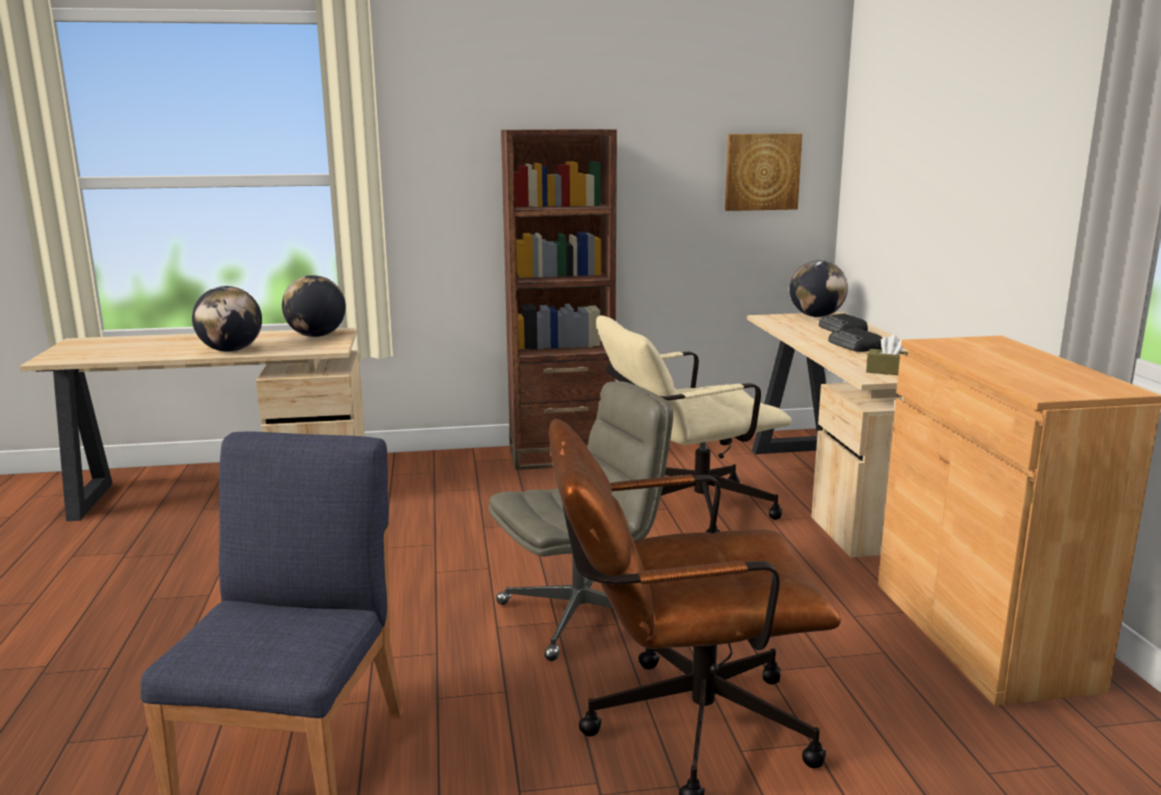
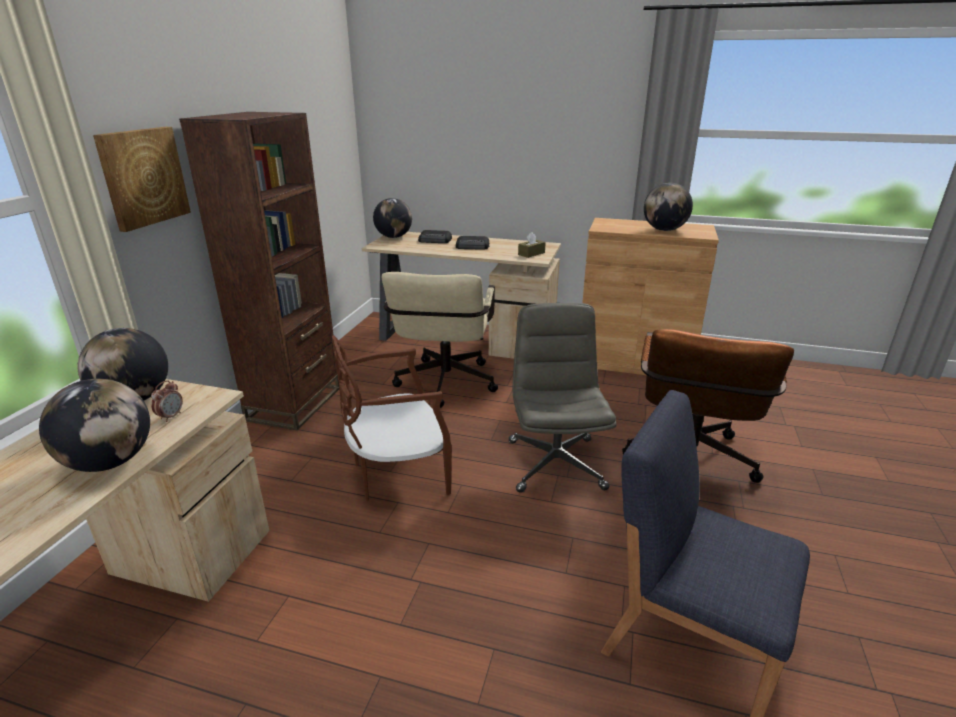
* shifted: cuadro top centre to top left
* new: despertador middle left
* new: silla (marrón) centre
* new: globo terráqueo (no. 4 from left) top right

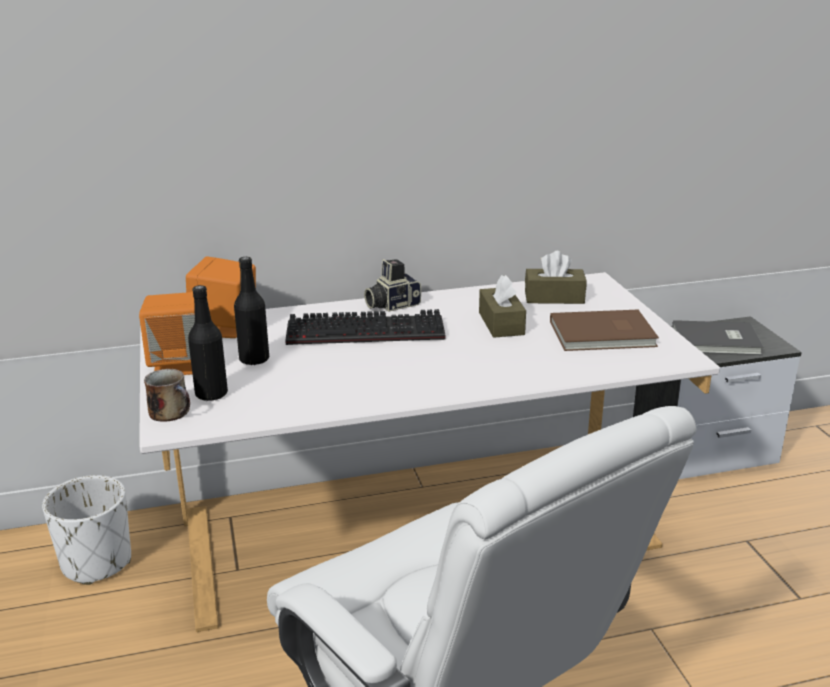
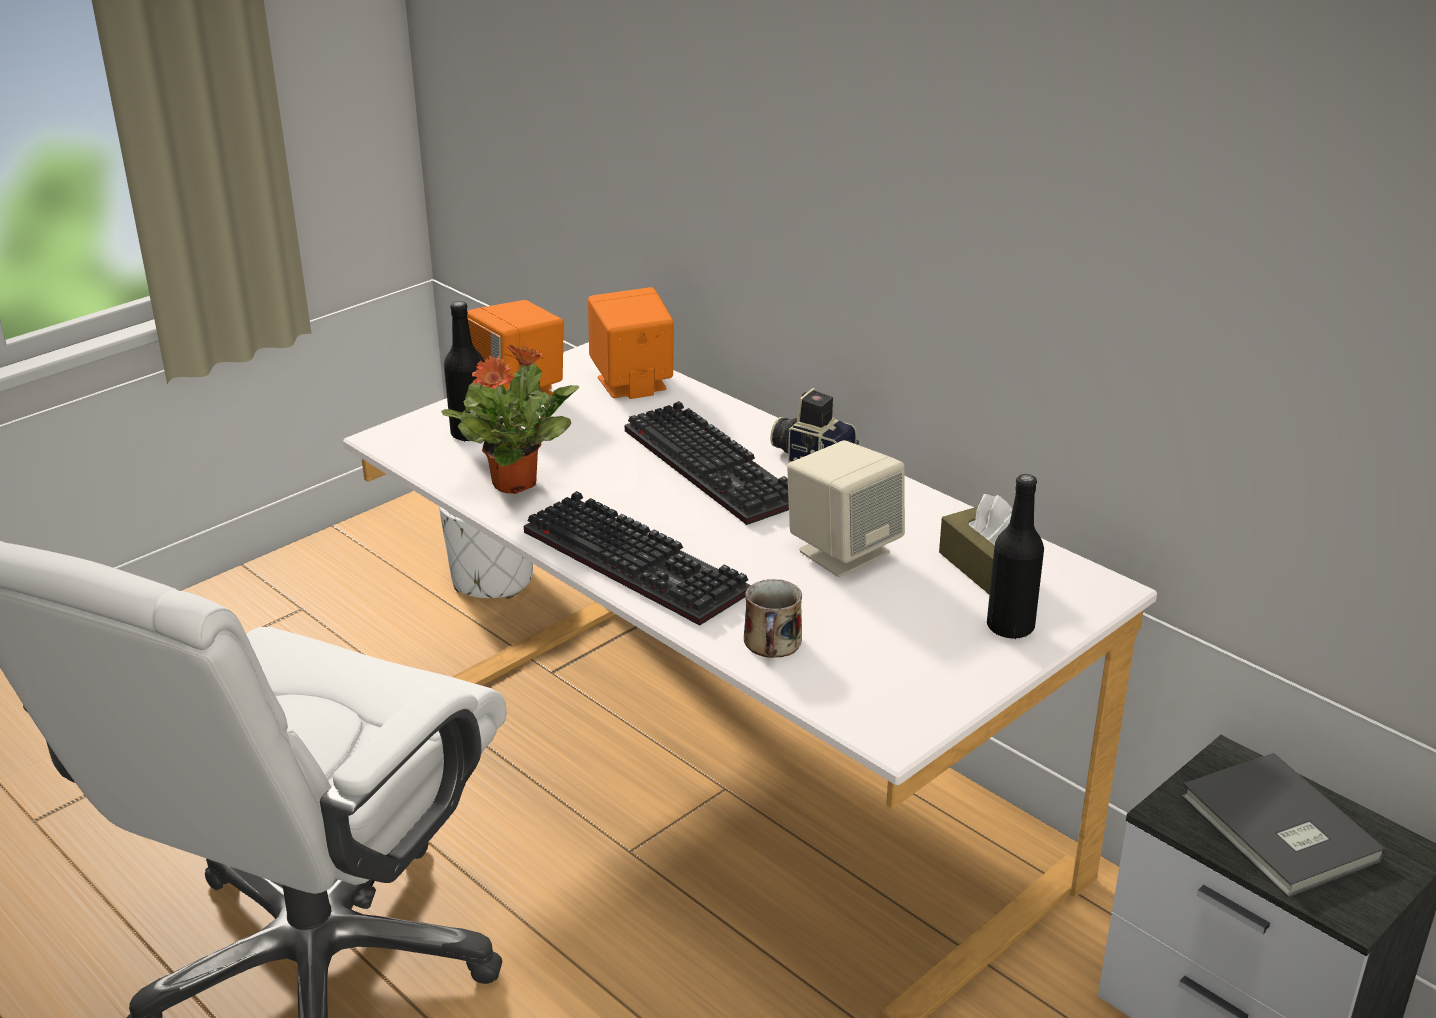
* new: planta en maceta centre
* new: teclado (no. 1 from left) centre
* shifted: taza grande middle left to centre
* swapped: caja de pañuelos (marrón) (no. 1 from left) centre to altavoz (beis) centre
* shifted: botella (negro) (no. 2 from left) middle left to middle right
* gone: libro (marrón) middle right

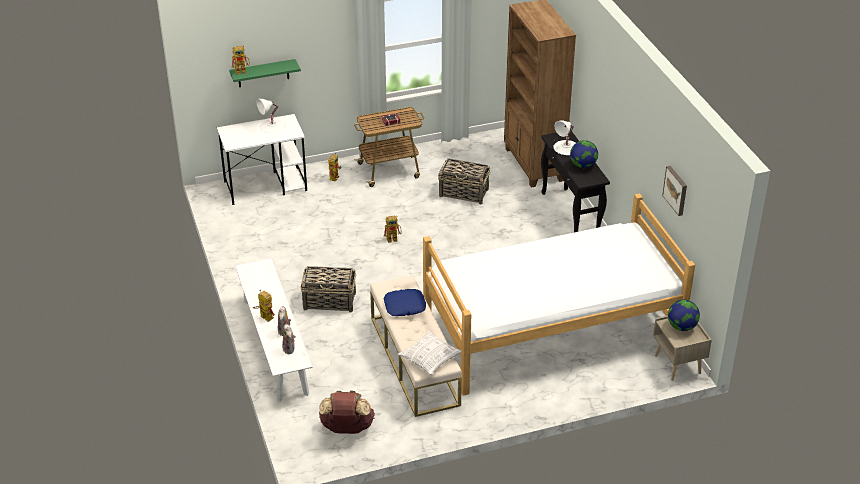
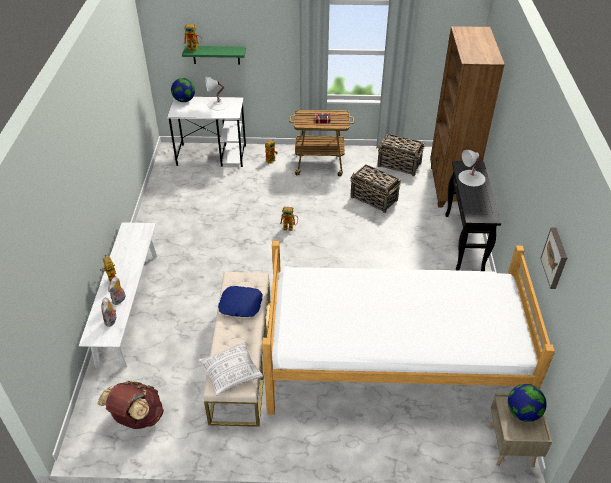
* shifted: globo terráqueo (no. 1 from left) top right to top left
* shifted: cesta (no. 1 from left in the first image) centre to cesta (no. 2 from left) top centre

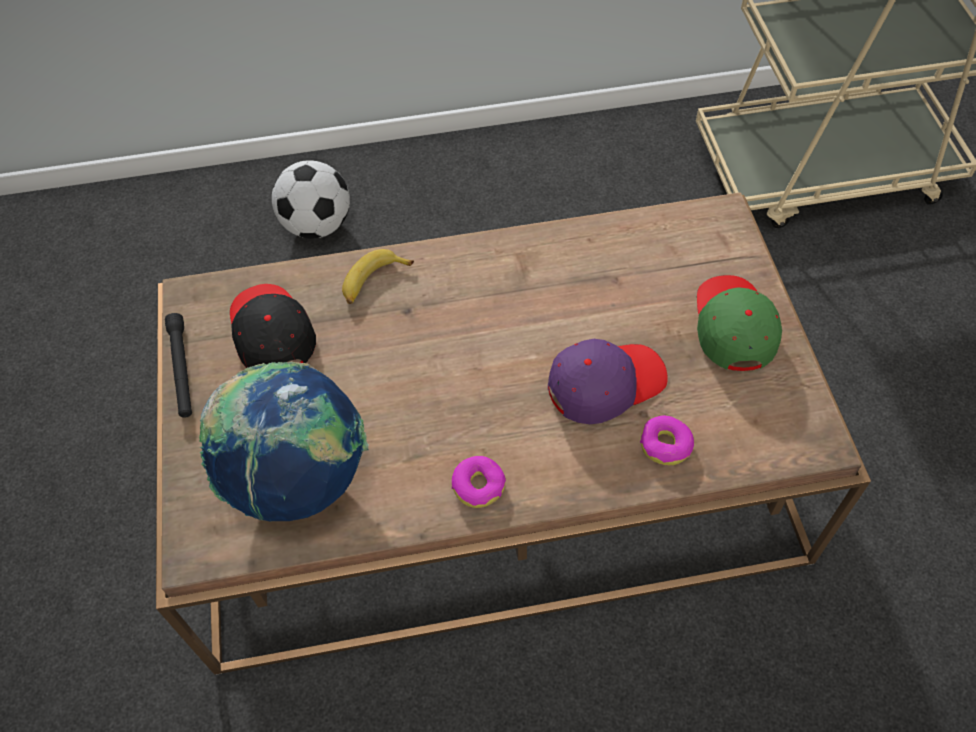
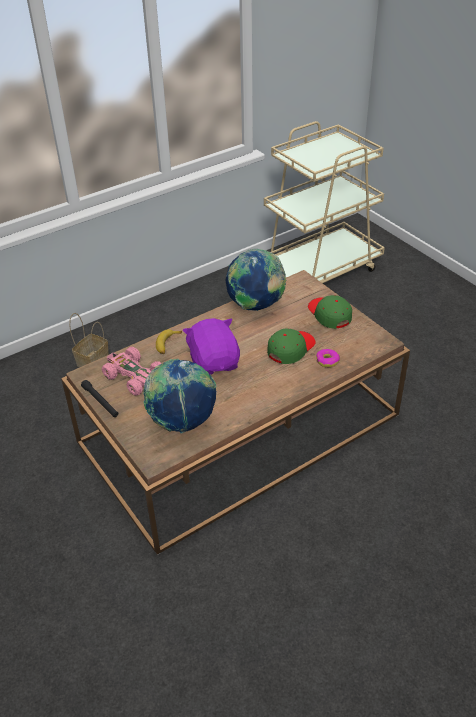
* swapped: balón de fútbol top left to cesta middle left
* swapped: gorra (negro) middle left to coche de juguete (rosa) middle left
* new: peluche (morado) centre
* new: globo terráqueo (no. 2 from left) centre
* repainted: gorra (morado) centre to gorra (verde) (no. 1 from left) centre
* gone: rosquilla (no. 1 from left) centre

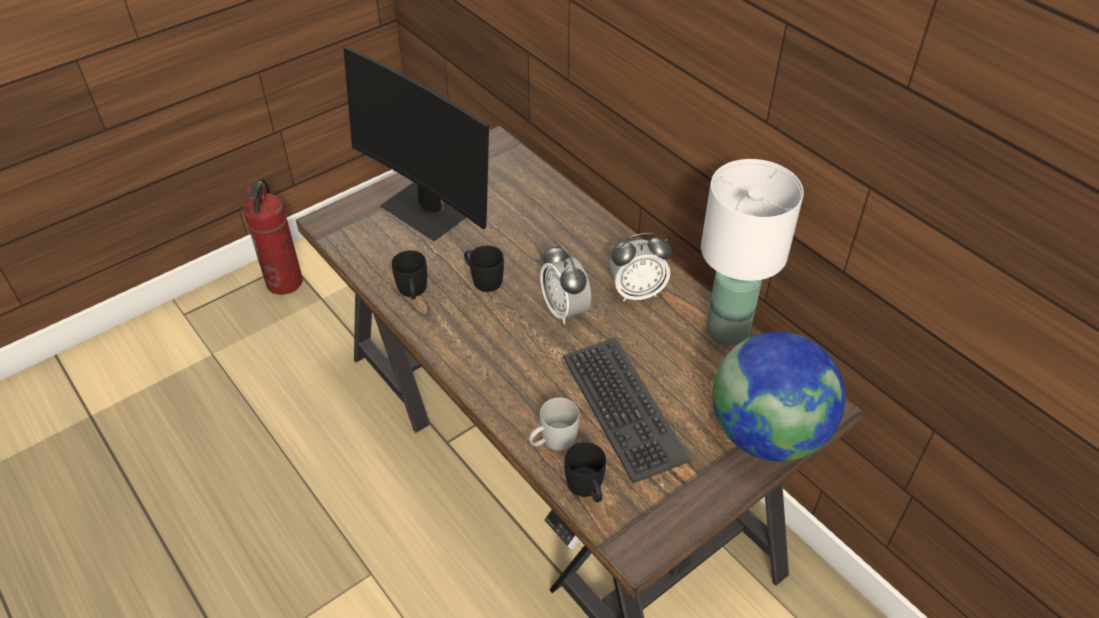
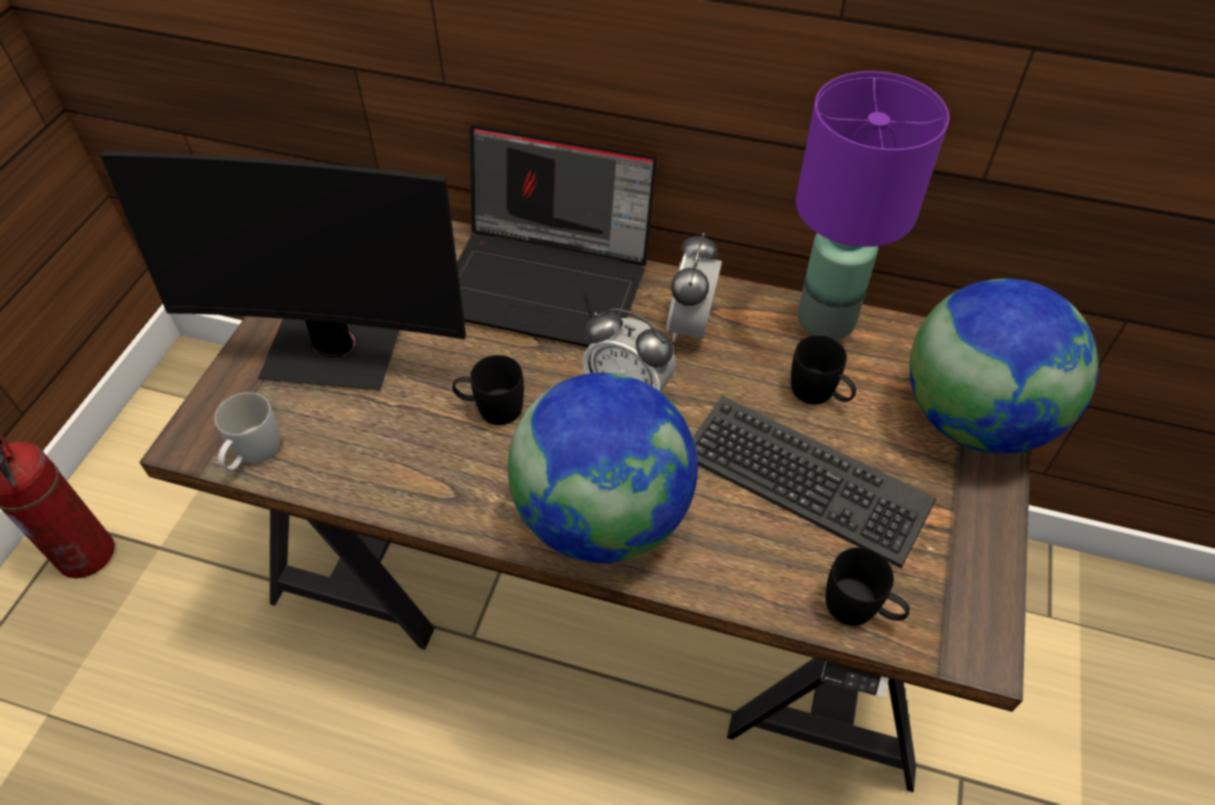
* shifted: taza grande (blanco) bottom centre to middle left
* new: portátil top centre
* new: globo terráqueo (no. 1 from left) centre
* rotated: despertador (no. 2 from left) centre = centre 150 degrees clockwise
* shifted: taza grande (negro) (no. 1 from left in the first image) centre to taza grande (negro) (no. 2 from left) middle right
* repainted: lámpara de mesa (blanco) middle right to lámpara de mesa (morado) top right

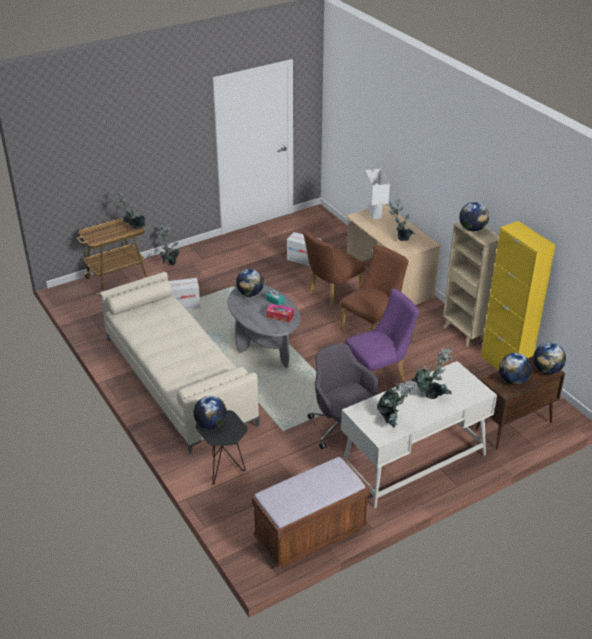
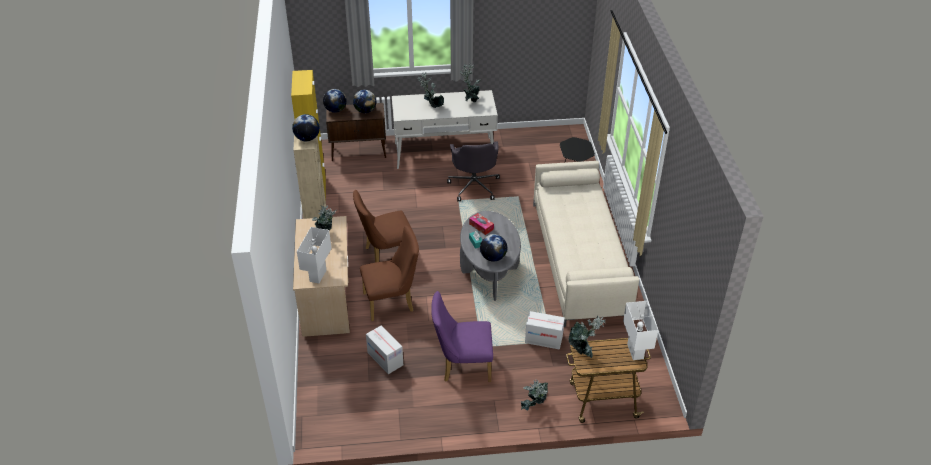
* shifted: silla (morado) centre to bottom centre
* new: lámpara de mesa (blanco) (no. 2 from left) bottom right
* gone: globo terráqueo (no. 1 from left) centre
* gone: banco (marrón) bottom centre

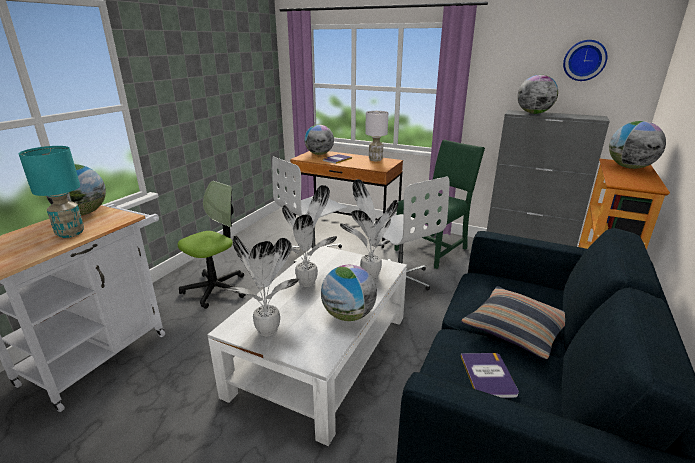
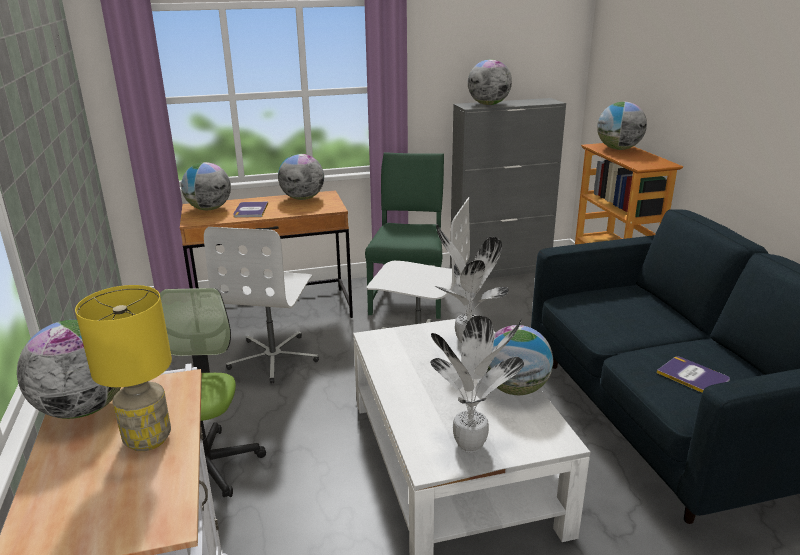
* repainted: lámpara de mesa (turquesa) middle left to lámpara de mesa (amarillo) middle left
* swapped: lámpara de mesa (blanco) top centre to globo terráqueo (no. 3 from left) top centre
* gone: planta en maceta (no. 2 from left) centre
* gone: cojín bottom right
* gone: reloj de pared top right

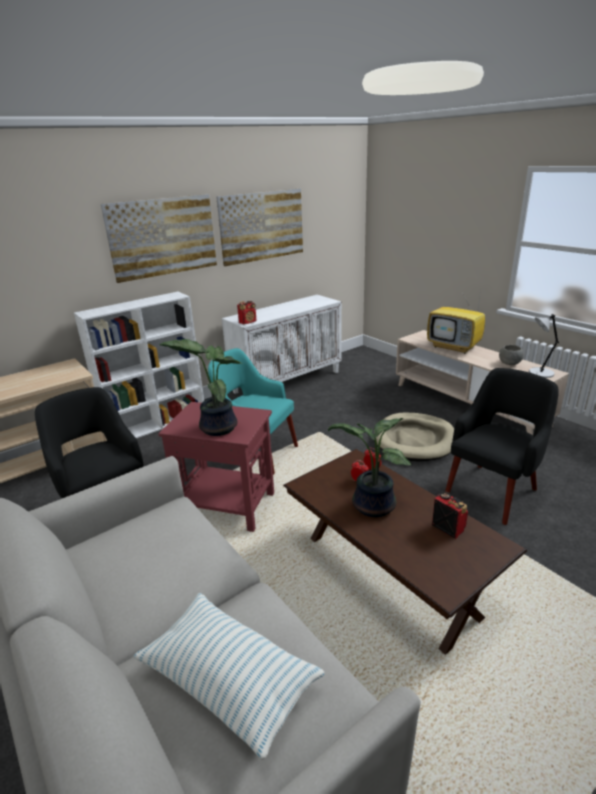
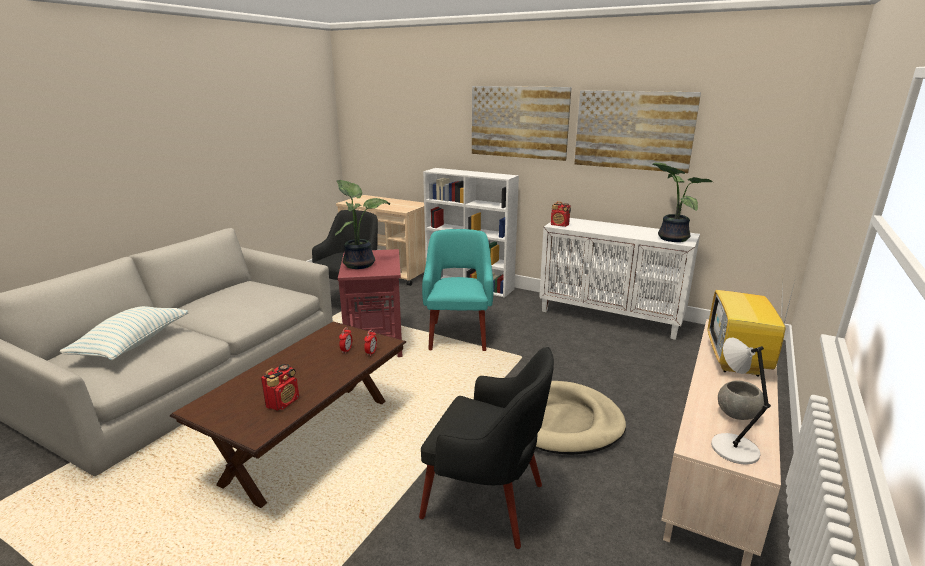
* shifted: planta en maceta (no. 2 from left) centre to middle right

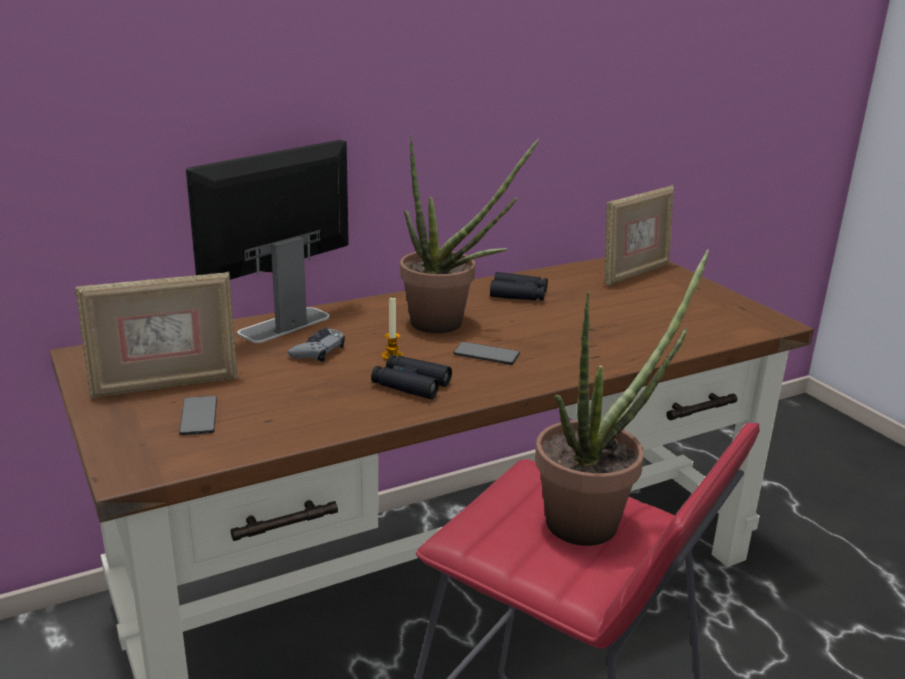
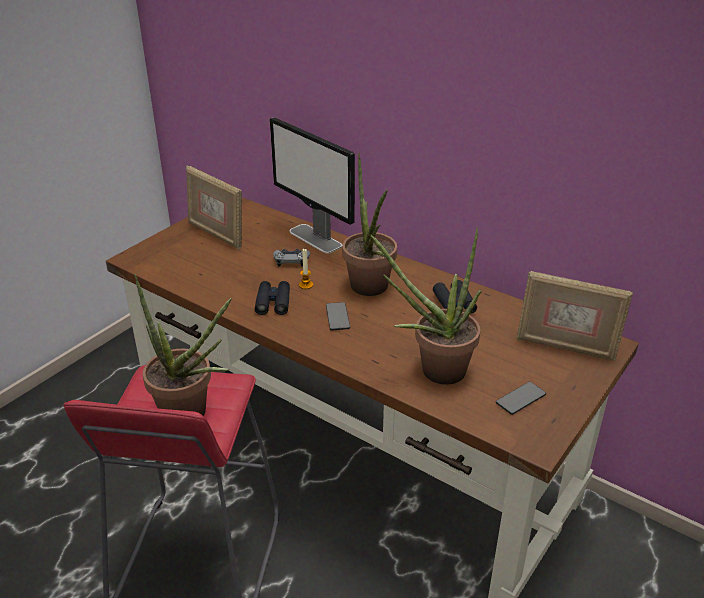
* rotated: monitor middle left = top centre 150 degrees counterclockwise
* new: planta en maceta (no. 3 from left) centre
* shifted: móvil (no. 1 from left in the first image) middle left to móvil (no. 2 from left) middle right

